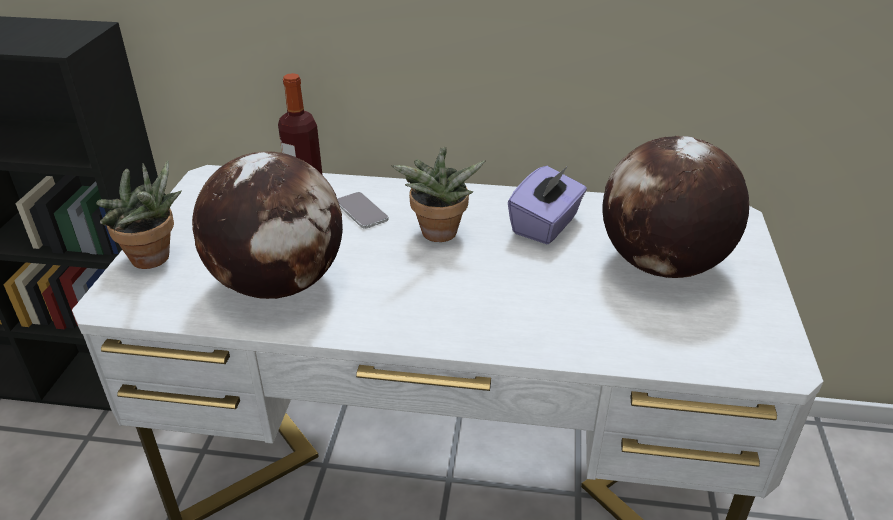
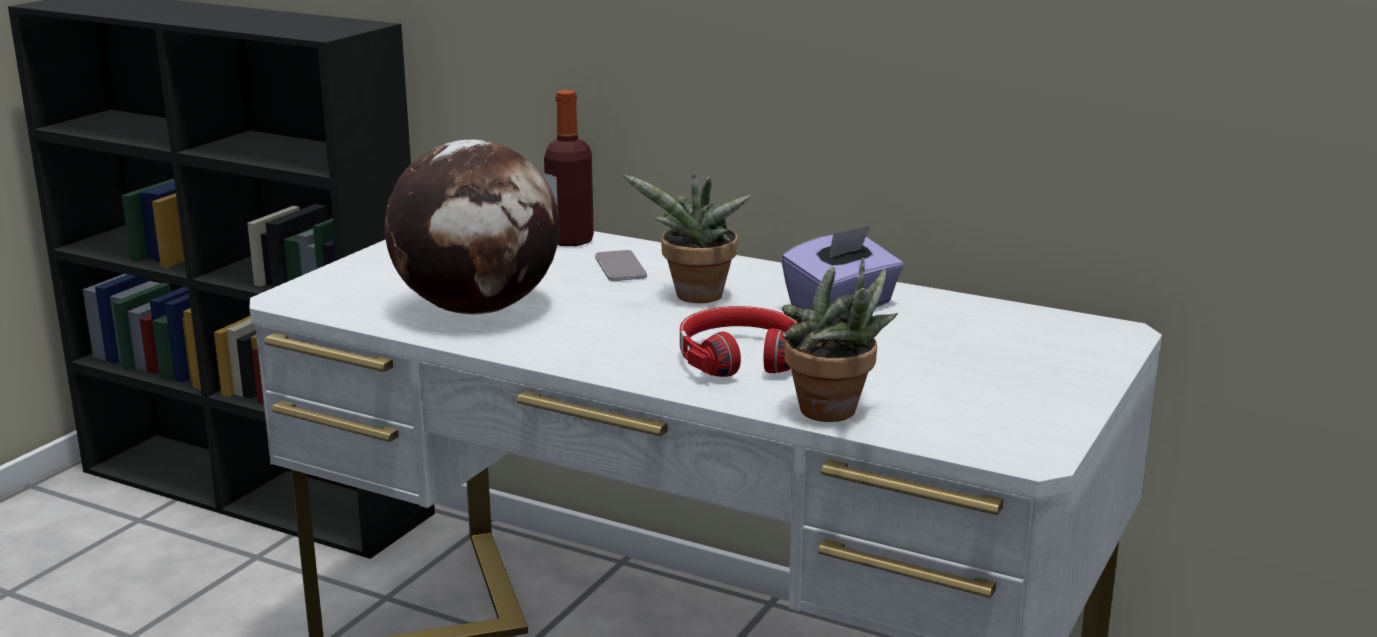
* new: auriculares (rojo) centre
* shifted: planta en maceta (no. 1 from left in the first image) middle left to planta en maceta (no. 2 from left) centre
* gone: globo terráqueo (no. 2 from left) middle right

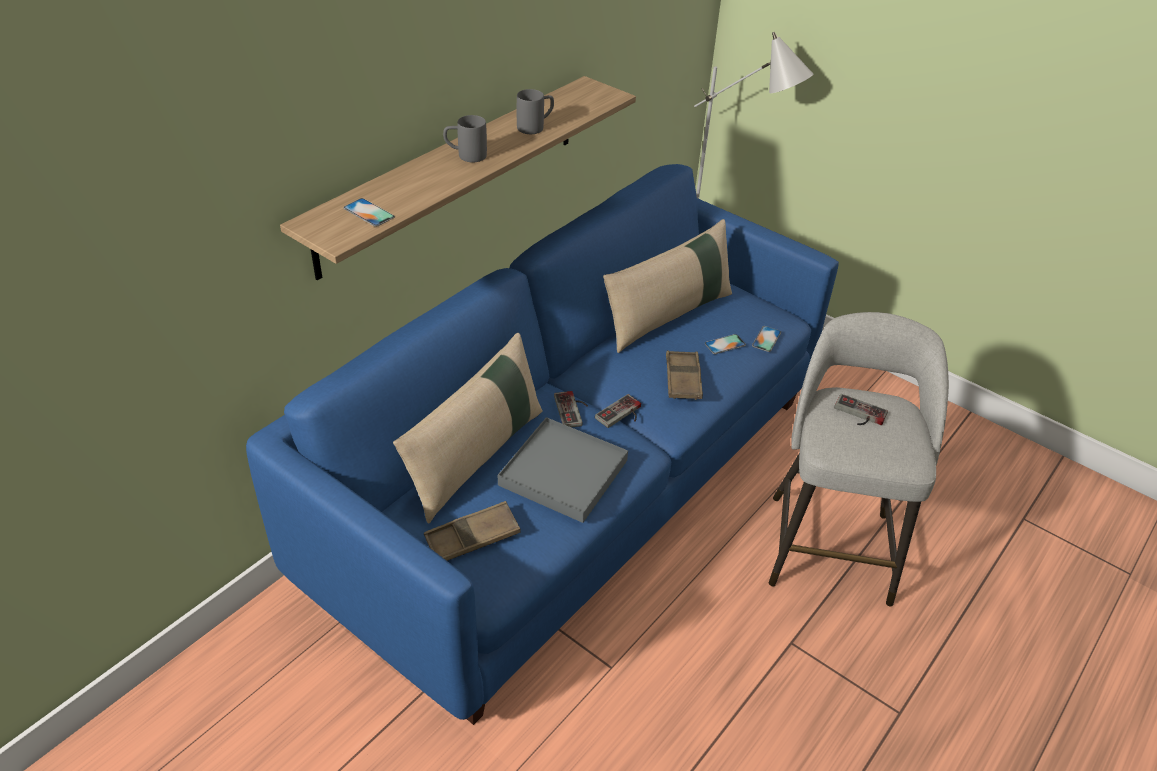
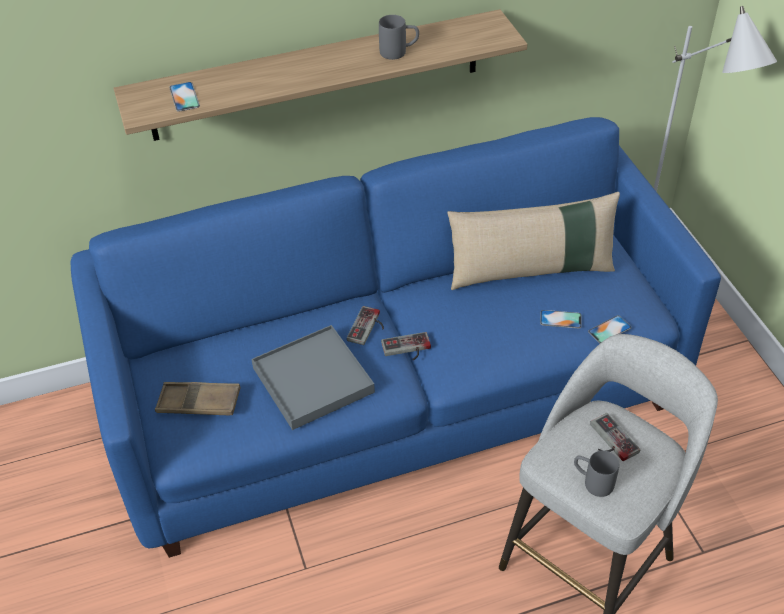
* shifted: taza grande (gris) (no. 1 from left in the first image) top centre to taza grande (gris) (no. 2 from left) bottom right
* gone: cojín (beis) (no. 1 from left) centre
* gone: bandeja (marrón) (no. 2 from left) centre

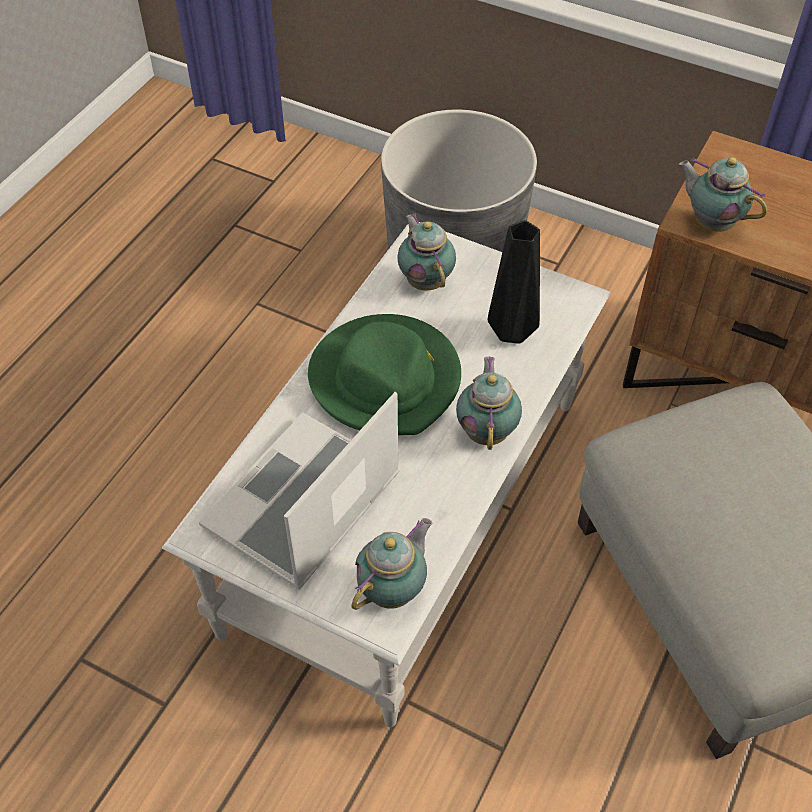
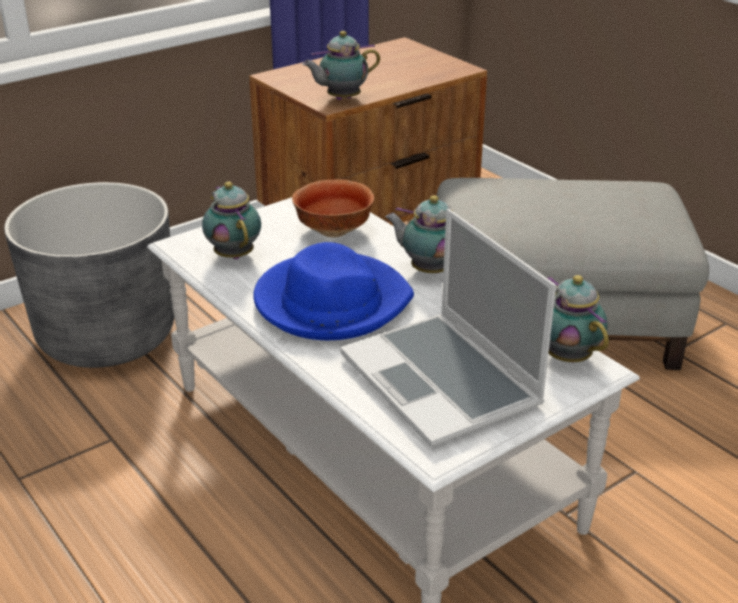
* rotated: tetera (no. 2 from left in the first image) top centre = middle left 60 degrees clockwise
* repainted: sombrero (verde) centre to sombrero (azul) centre
* swapped: florero (negro) centre to cuenco centre

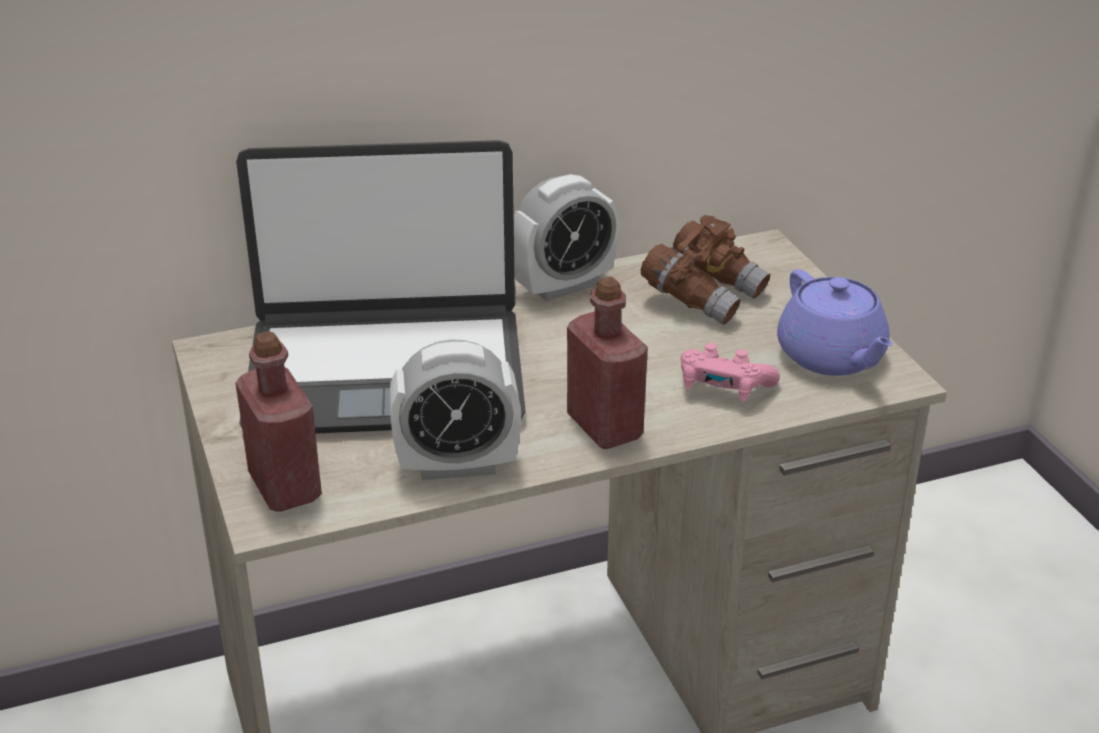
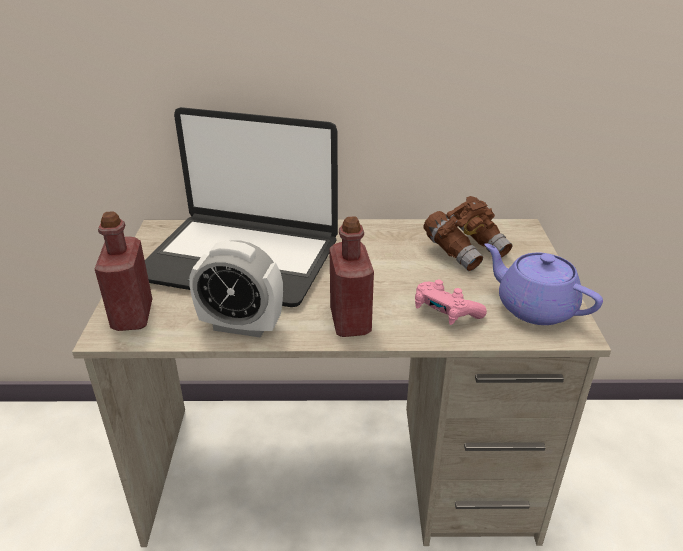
* rotated: tetera (morado) middle right = middle right 135 degrees clockwise
* gone: despertador (no. 2 from left) top centre

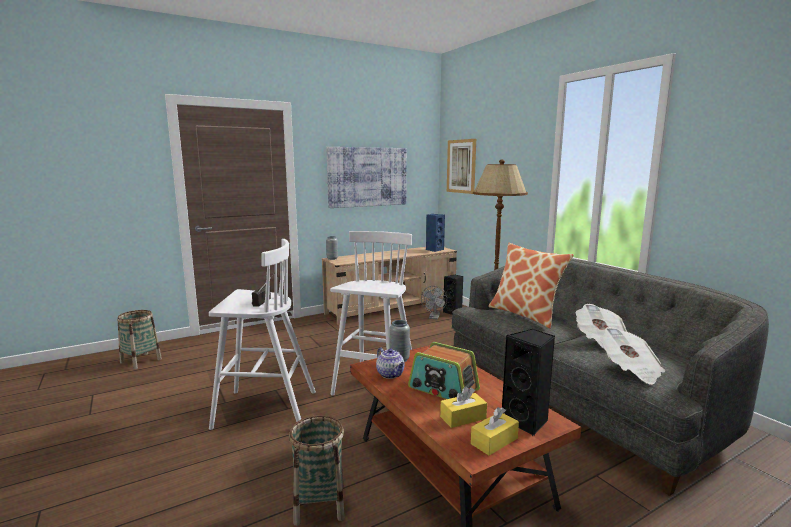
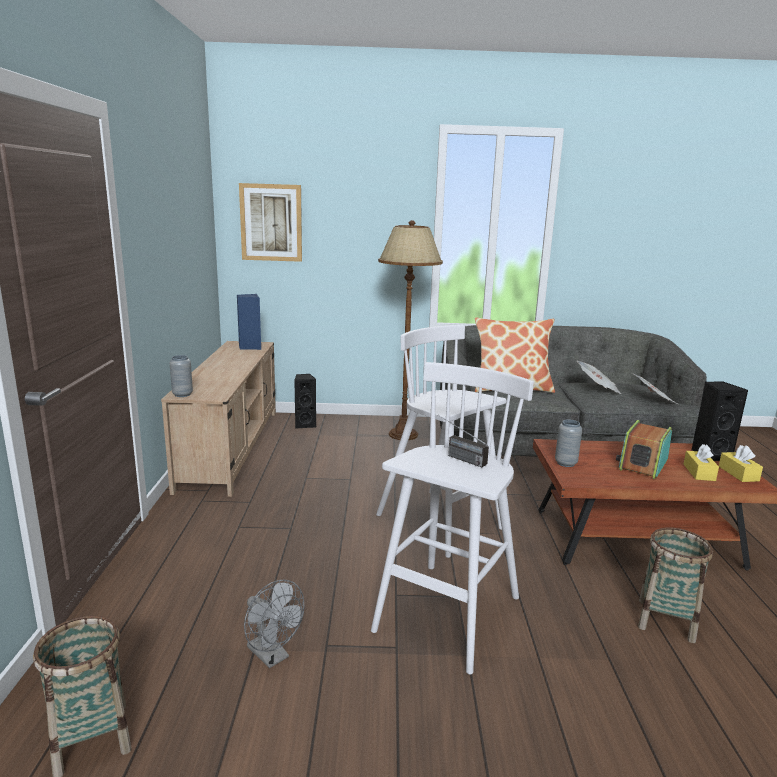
* shifted: ventilador (gris) centre to bottom centre
* rotated: radio (no. 2 from left) bottom centre = middle right 150 degrees clockwise
* gone: cuadro (no. 1 from left) centre
* gone: tetera bottom centre

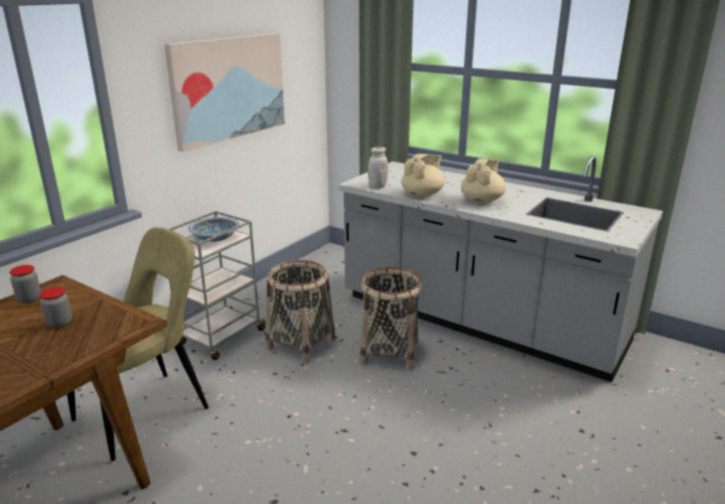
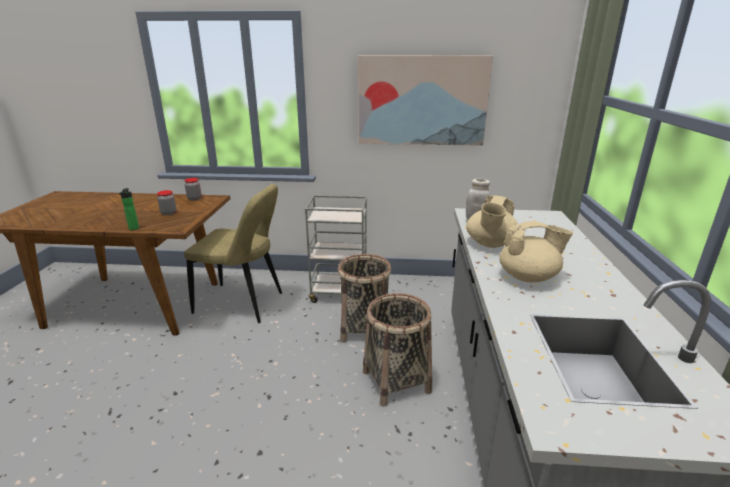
* new: botella middle left
* rotated: tetera (beis) (no. 1 from left) centre = middle right 105 degrees clockwise
* gone: cuenco middle left

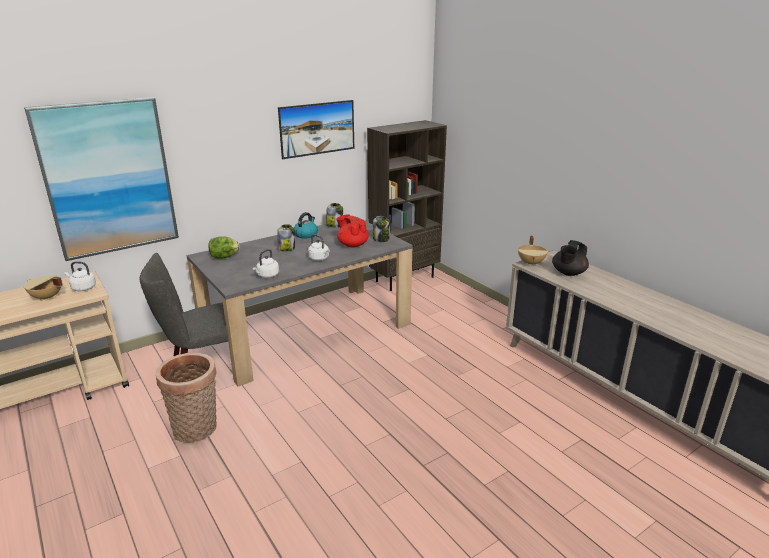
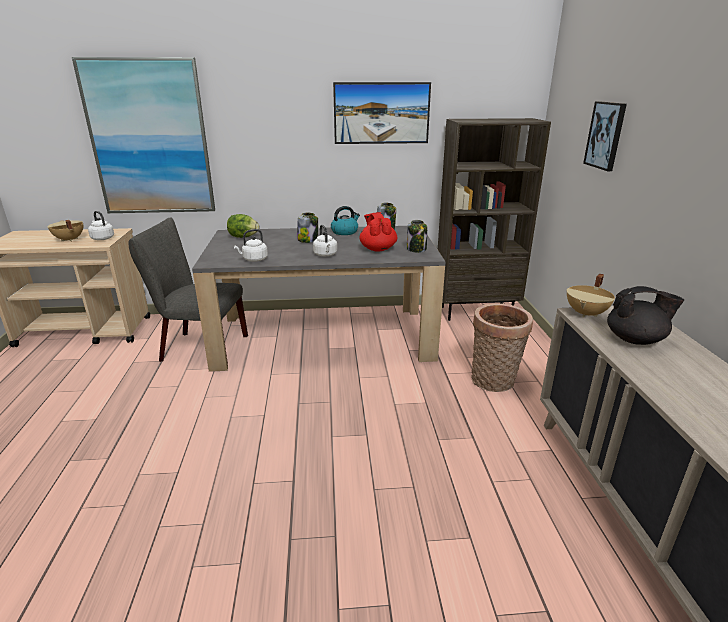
* shifted: cesta bottom left to middle right
* new: cuadro (no. 3 from left) top right
* rotated: tetera (negro) middle right = middle right 150 degrees counterclockwise

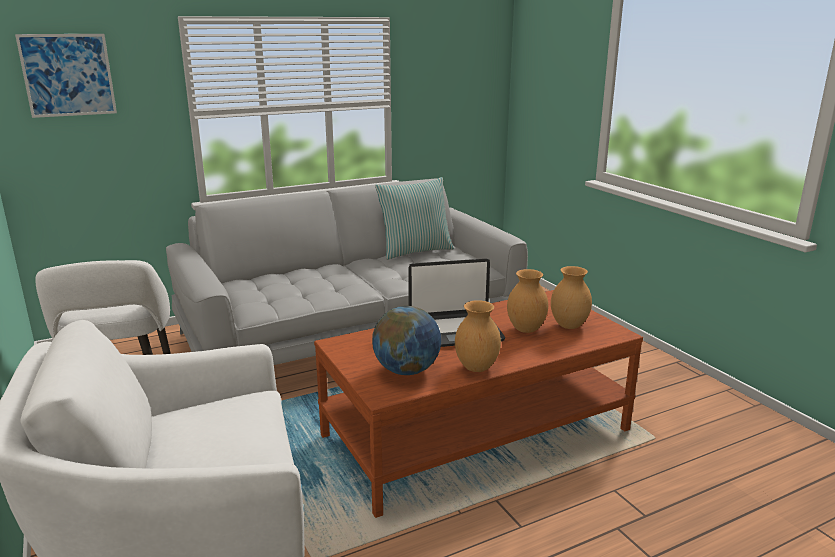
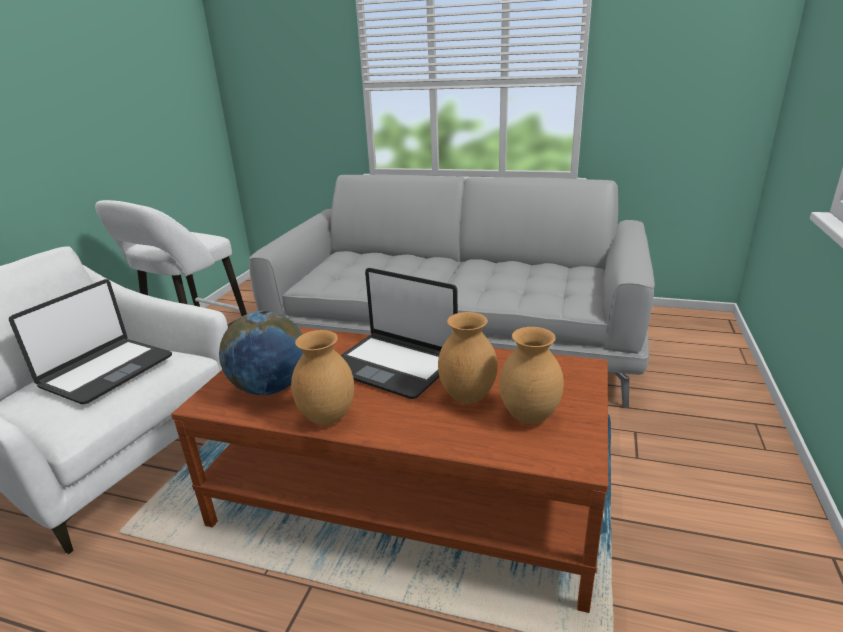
* new: portátil (no. 1 from left) middle left
* gone: cuadro top left
* gone: cojín centre

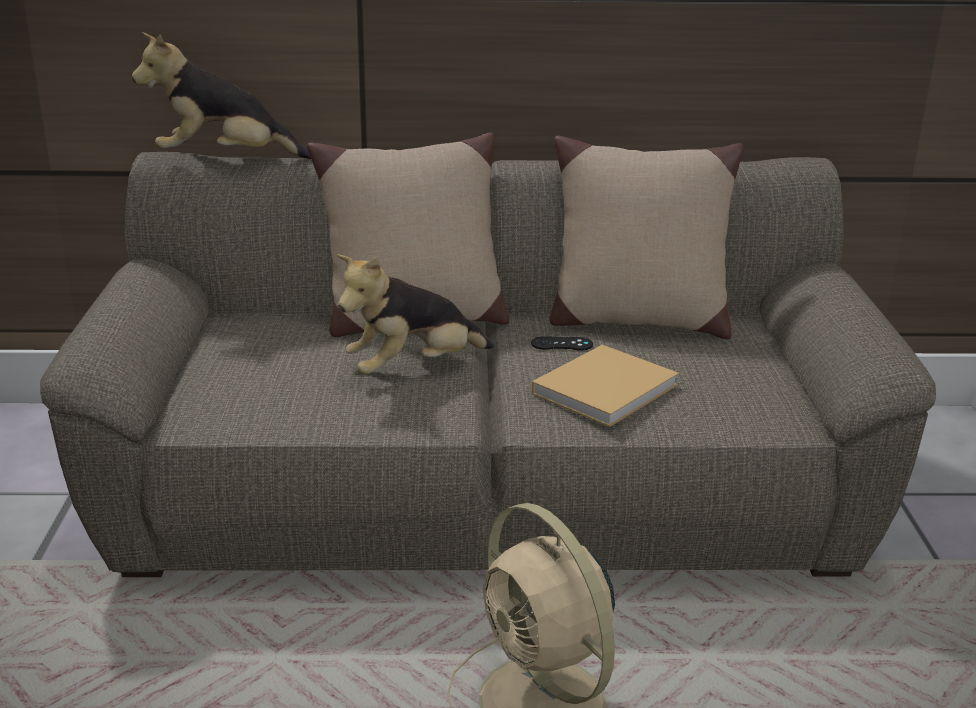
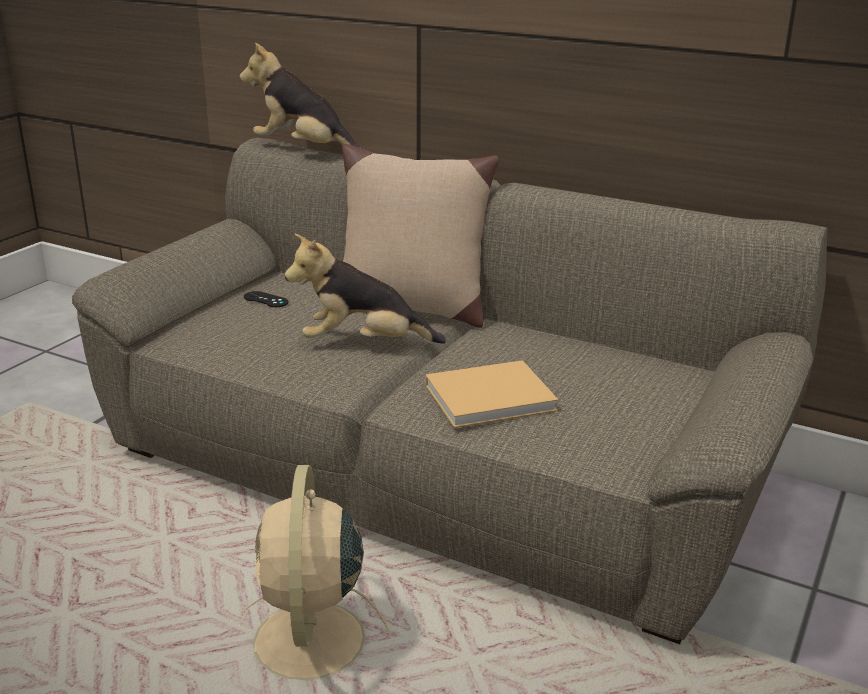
* shifted: mando de consola (negro) centre to middle left
* gone: cojín (beis) (no. 2 from left) centre

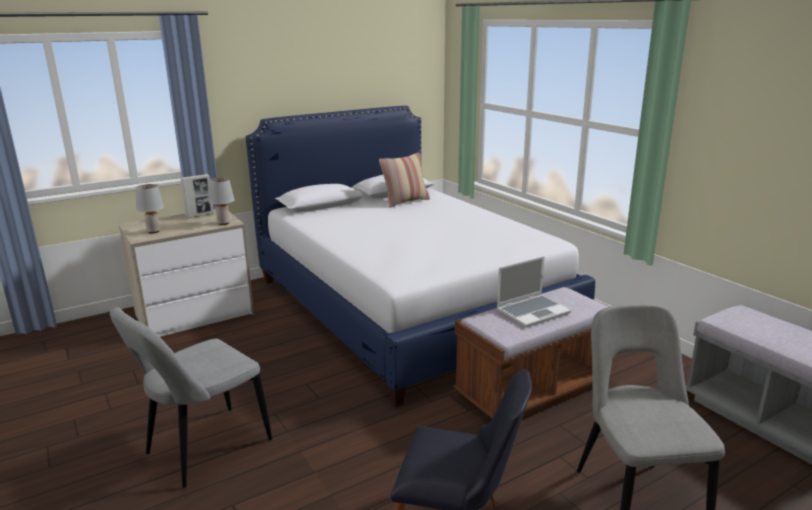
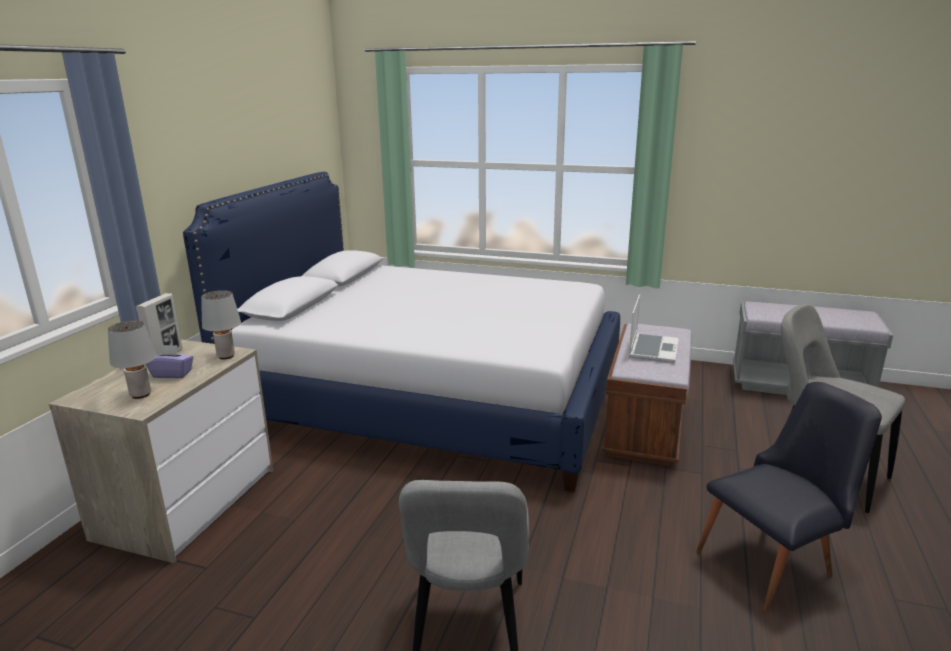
* new: caja de pañuelos (morado) middle left
* gone: cojín centre

